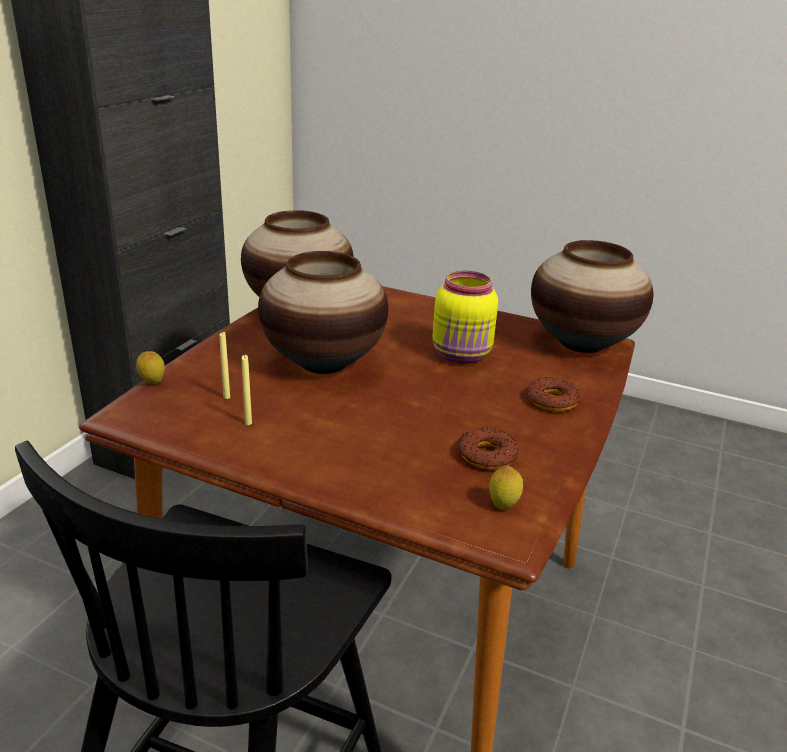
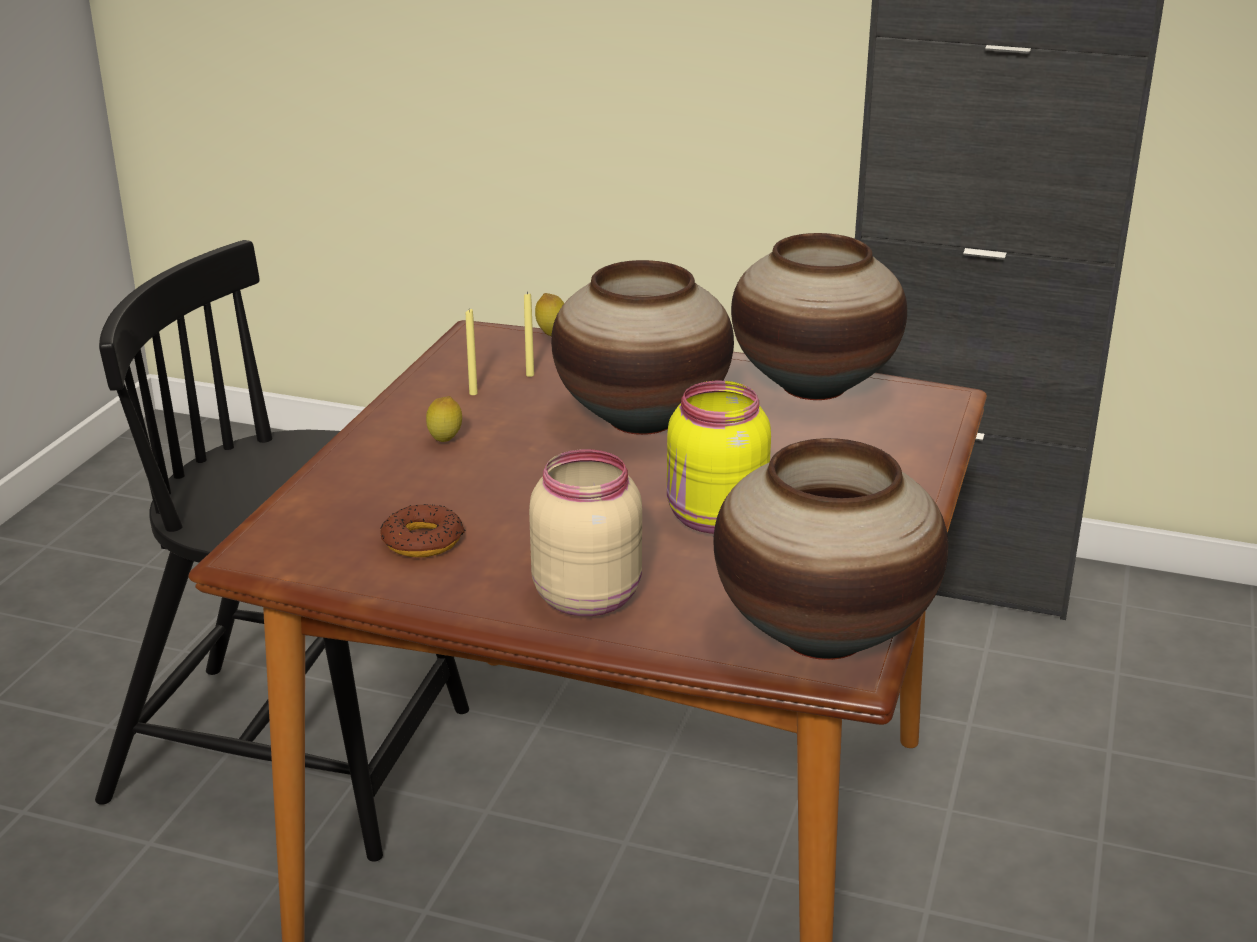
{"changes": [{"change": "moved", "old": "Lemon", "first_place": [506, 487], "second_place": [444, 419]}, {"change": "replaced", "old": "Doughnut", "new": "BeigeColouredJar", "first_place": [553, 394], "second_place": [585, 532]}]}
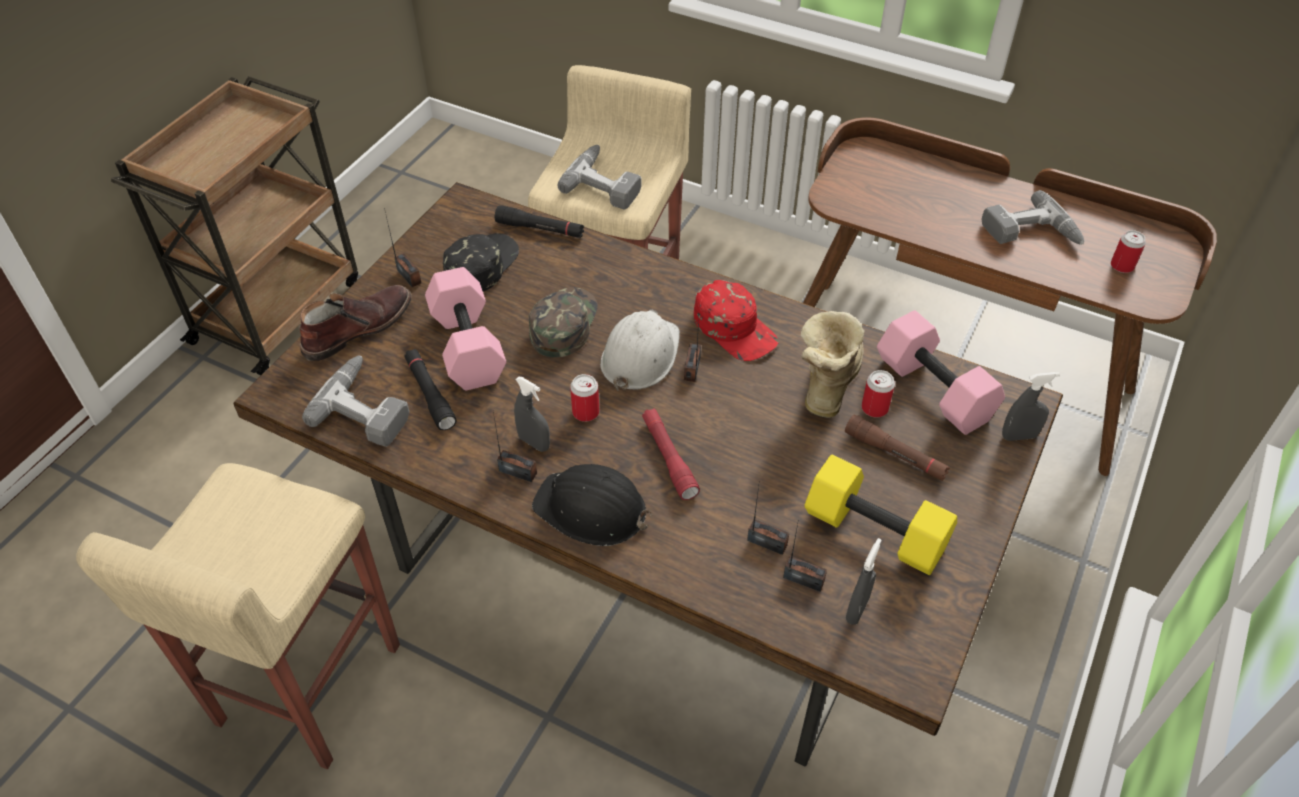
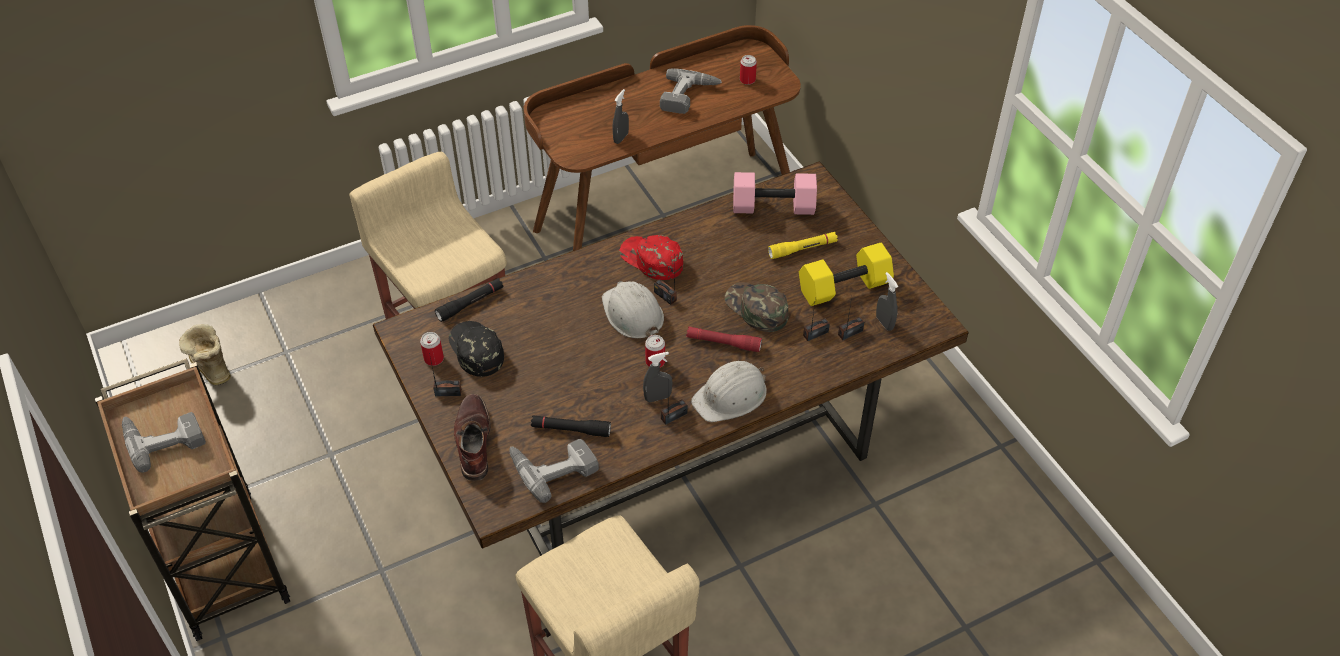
{"changes": [{"change": "moved", "old": "PowerDrill", "first_place": [599, 177], "second_place": [164, 442]}, {"change": "moved", "old": "Boot", "first_place": [833, 364], "second_place": [205, 354]}, {"change": "moved", "old": "MetalCan", "first_place": [878, 394], "second_place": [432, 349]}, {"change": "moved", "old": "GraySprayer", "first_place": [1031, 406], "second_place": [620, 116]}, {"change": "turned", "old": "RedPeakedCap", "first_place": [736, 320], "second_place": [651, 257], "degrees": -135}, {"change": "recoloured", "old": "BlackHardHat", "new": "WhiteHardHat", "first_place": [592, 505], "second_place": [729, 391]}, {"change": "moved", "old": "GreenColouredPeakedCap", "first_place": [563, 322], "second_place": [757, 307]}, {"change": "recoloured", "old": "BrownishHandTorch", "new": "YellowishHandTorch", "first_place": [897, 448], "second_place": [803, 245]}, {"change": "removed", "old": "PinkColouredFreeWeight", "first_place": [465, 328]}]}
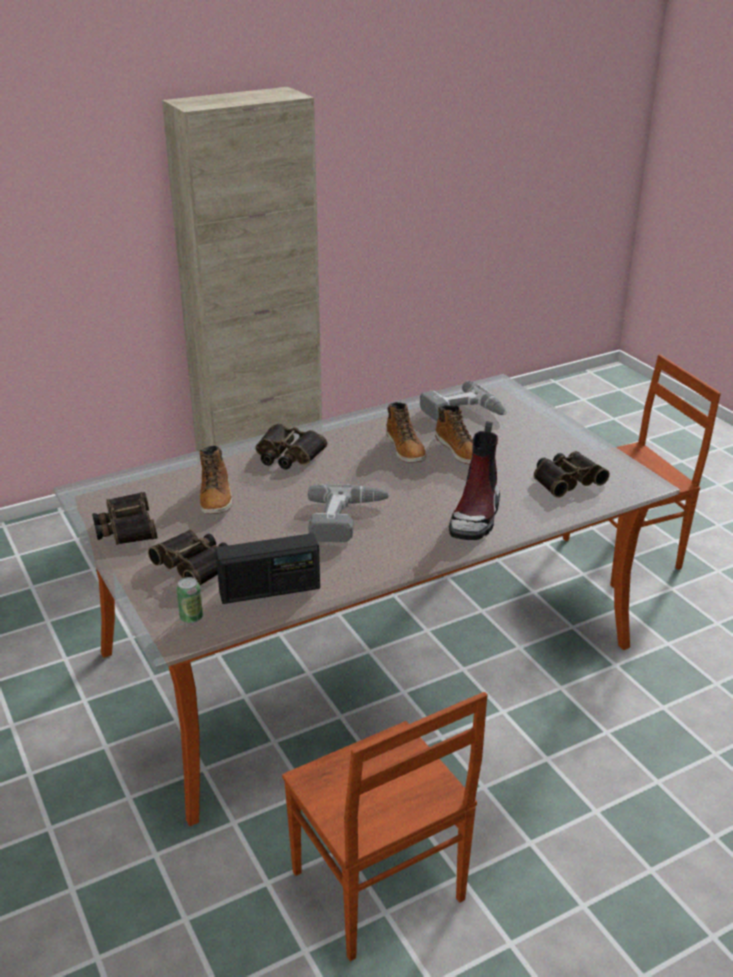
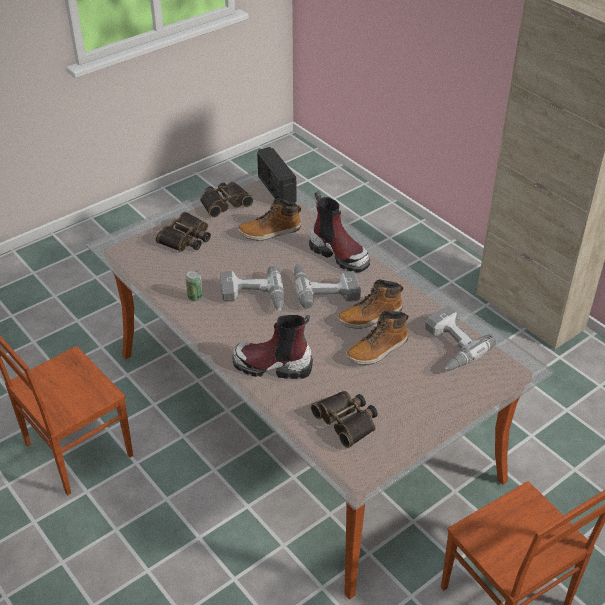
{"changes": [{"change": "moved", "old": "MetalCan", "first_place": [189, 600], "second_place": [194, 286]}, {"change": "moved", "old": "RadioSet", "first_place": [267, 568], "second_place": [276, 175]}, {"change": "added", "new": "PowerDrill", "second_place": [327, 286]}, {"change": "replaced", "old": "PairOfBinoculars", "new": "Boot", "first_place": [291, 447], "second_place": [339, 232]}]}
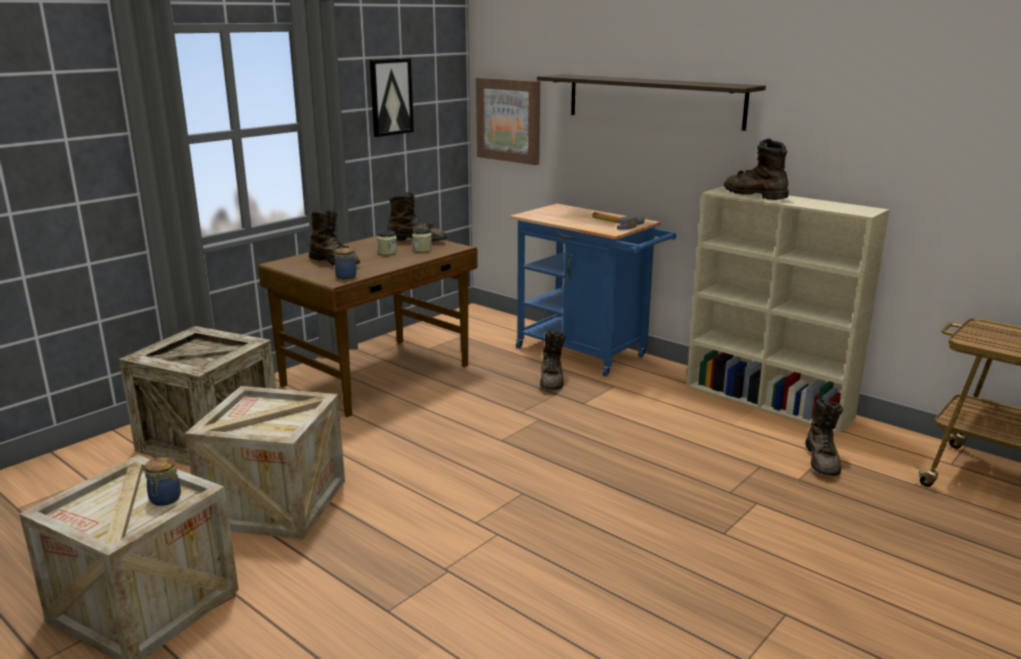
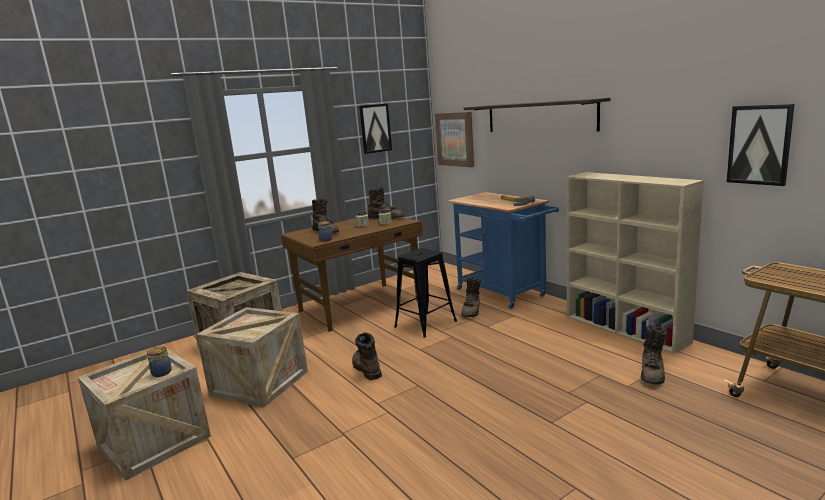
{"changes": [{"change": "moved", "old": "BrownishBoot", "first_place": [756, 169], "second_place": [367, 356]}, {"change": "added", "new": "BlackSittingStool", "second_place": [425, 293]}, {"change": "added", "new": "WallArt", "second_place": [760, 145]}]}
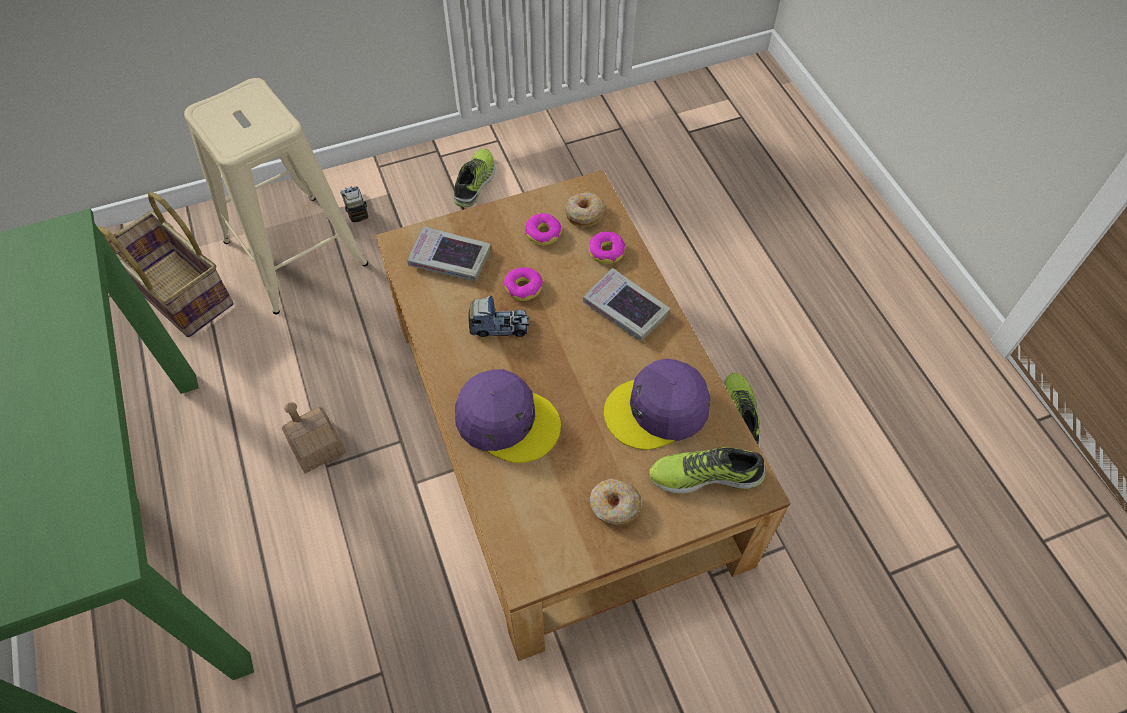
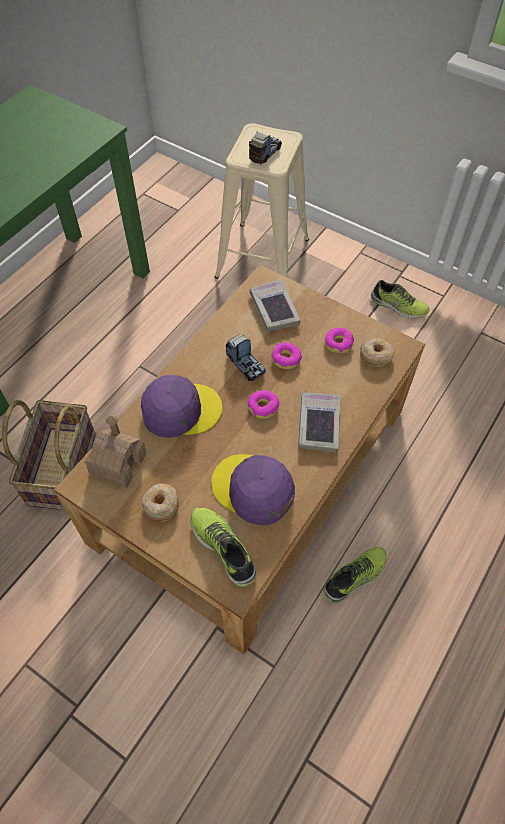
{"changes": [{"change": "moved", "old": "Basket", "first_place": [165, 264], "second_place": [49, 455]}, {"change": "moved", "old": "ToyHouse", "first_place": [313, 438], "second_place": [116, 451]}, {"change": "turned", "old": "PurpleColouredPeakedCap", "first_place": [508, 416], "second_place": [181, 406], "degrees": -90}, {"change": "moved", "old": "Doughnut", "first_place": [607, 247], "second_place": [264, 404]}, {"change": "moved", "old": "ToyTruck", "first_place": [354, 204], "second_place": [265, 147]}, {"change": "turned", "old": "LowShoe", "first_place": [474, 178], "second_place": [400, 299], "degrees": 45}]}
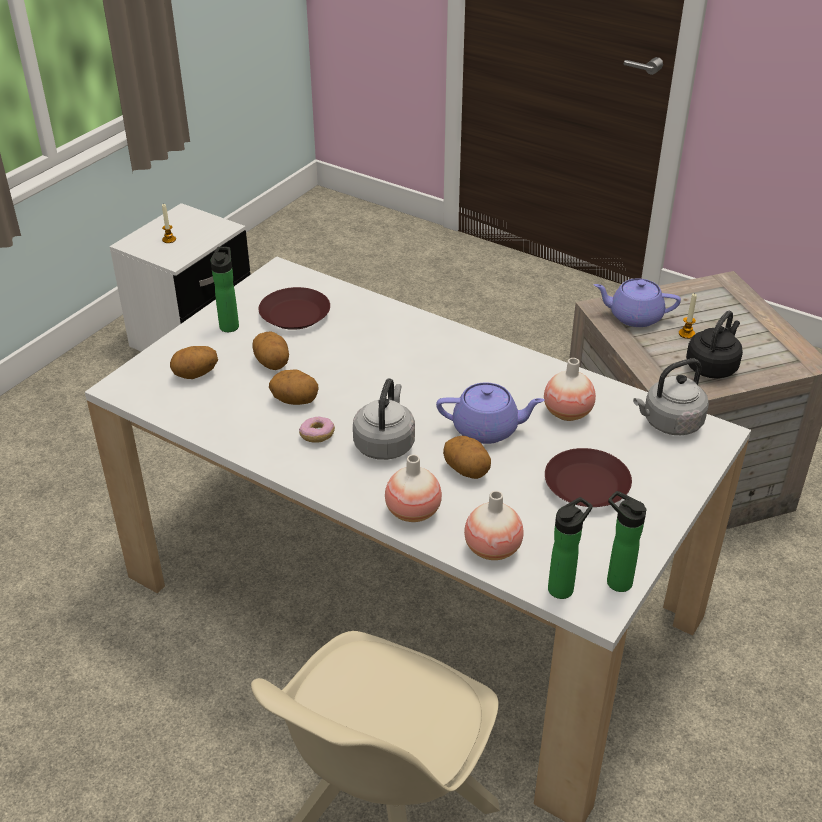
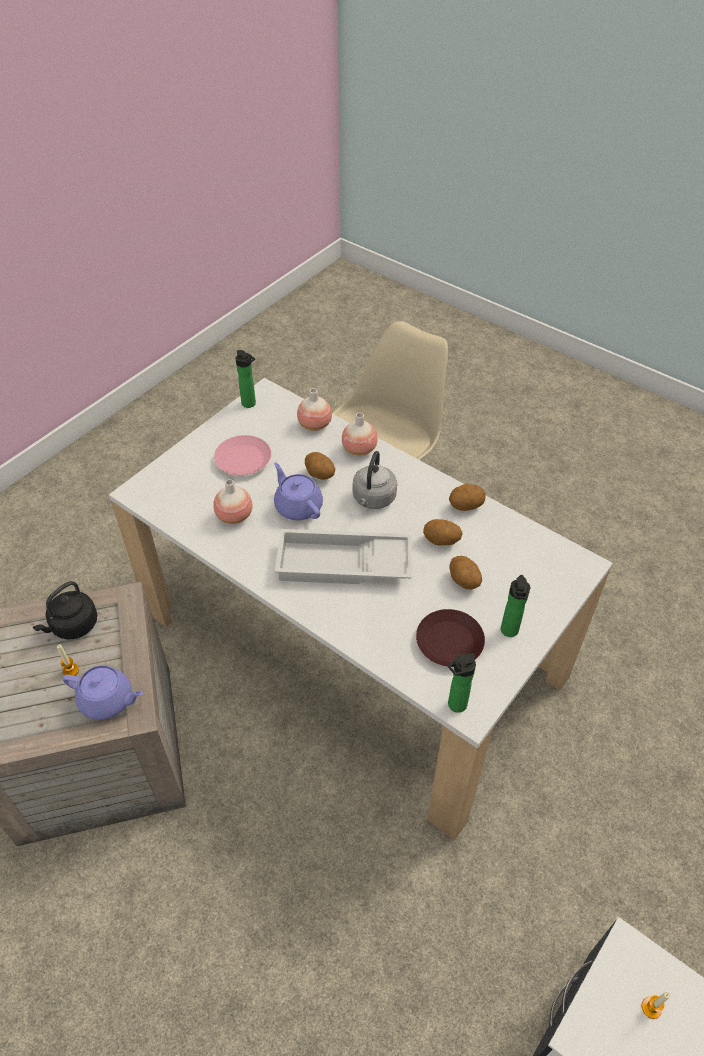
{"changes": [{"change": "recoloured", "old": "BrownishPlate", "new": "PinkColouredPlate", "first_place": [588, 477], "second_place": [242, 455]}, {"change": "turned", "old": "PurpleColouredPotForTea", "first_place": [490, 413], "second_place": [298, 491], "degrees": 45}, {"change": "added", "new": "WhiteCarryingTray", "second_place": [343, 556]}, {"change": "moved", "old": "DrinkBottle", "first_place": [570, 548], "second_place": [462, 683]}, {"change": "moved", "old": "Spud", "first_place": [194, 362], "second_place": [467, 497]}, {"change": "removed", "old": "Doughnut", "first_place": [317, 430]}, {"change": "removed", "old": "GrayWaterKettle", "first_place": [671, 397]}]}
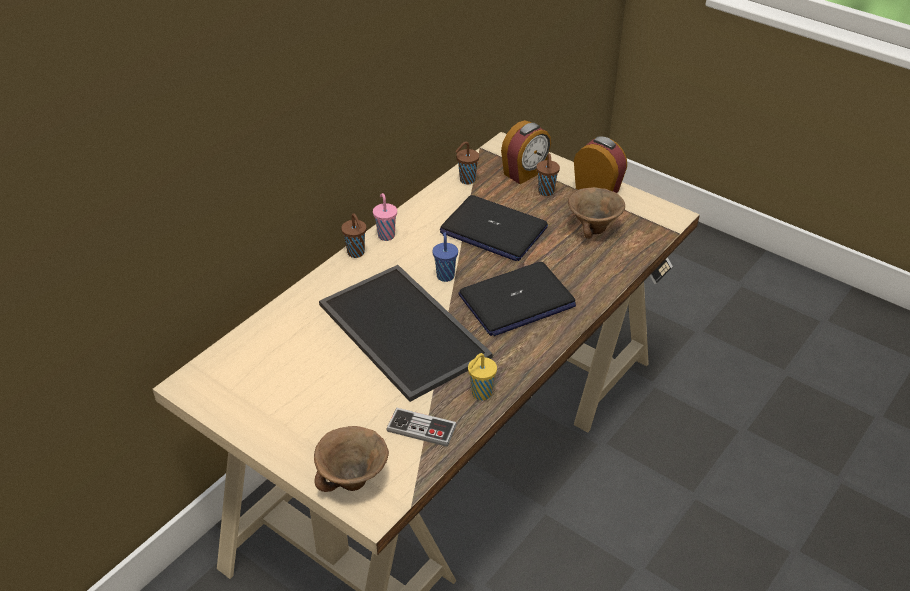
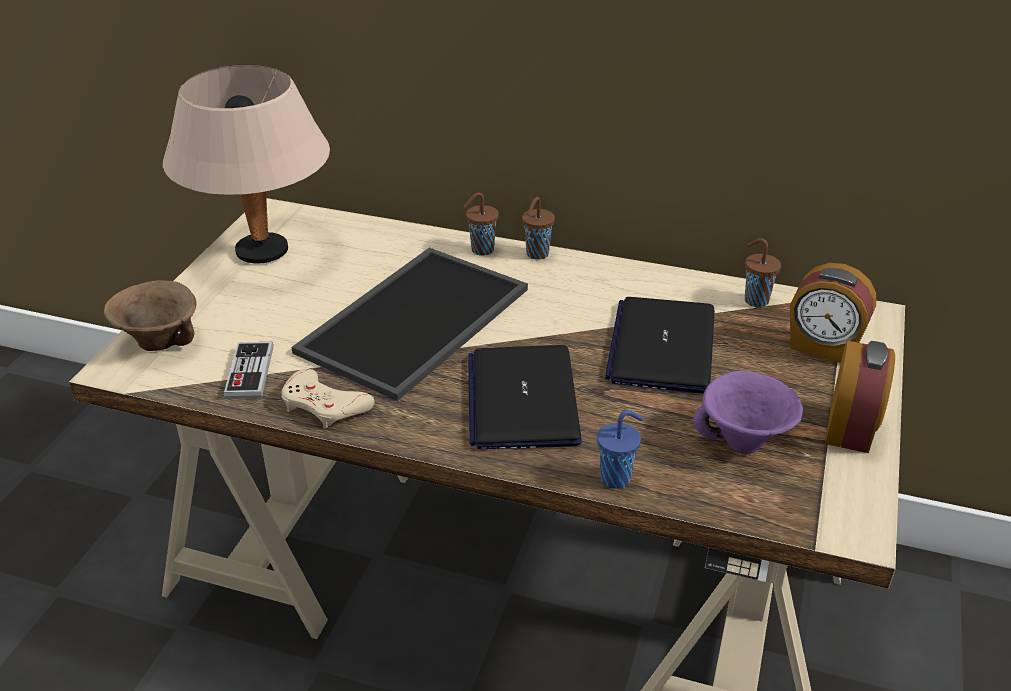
{"changes": [{"change": "added", "new": "BeigeColouredTableLamp", "second_place": [246, 164]}, {"change": "replaced", "old": "YellowishCup", "new": "BeigeColouredGamepad", "first_place": [482, 377], "second_place": [327, 399]}, {"change": "moved", "old": "BrownishCup", "first_place": [548, 174], "second_place": [481, 224]}, {"change": "turned", "old": "PortableComputer", "first_place": [517, 299], "second_place": [525, 397], "degrees": 45}, {"change": "moved", "old": "BlueColouredCup", "first_place": [445, 257], "second_place": [620, 449]}, {"change": "recoloured", "old": "BrownishDeepDish", "new": "PurpleColouredDeepDish", "first_place": [596, 213], "second_place": [748, 412]}, {"change": "removed", "old": "PinkColouredCup", "first_place": [385, 217]}]}
